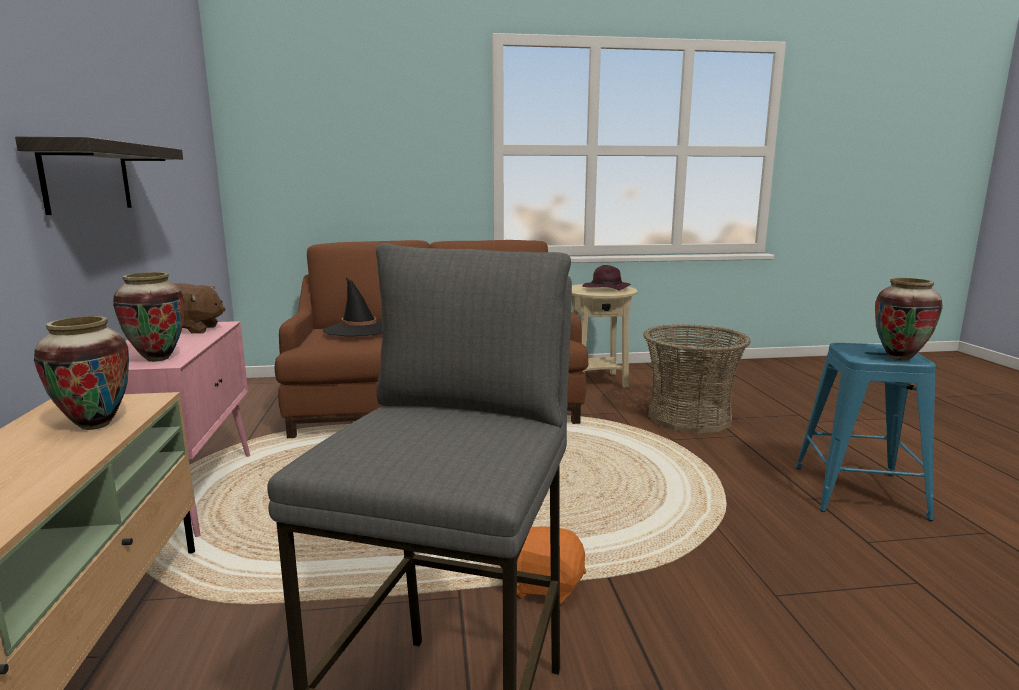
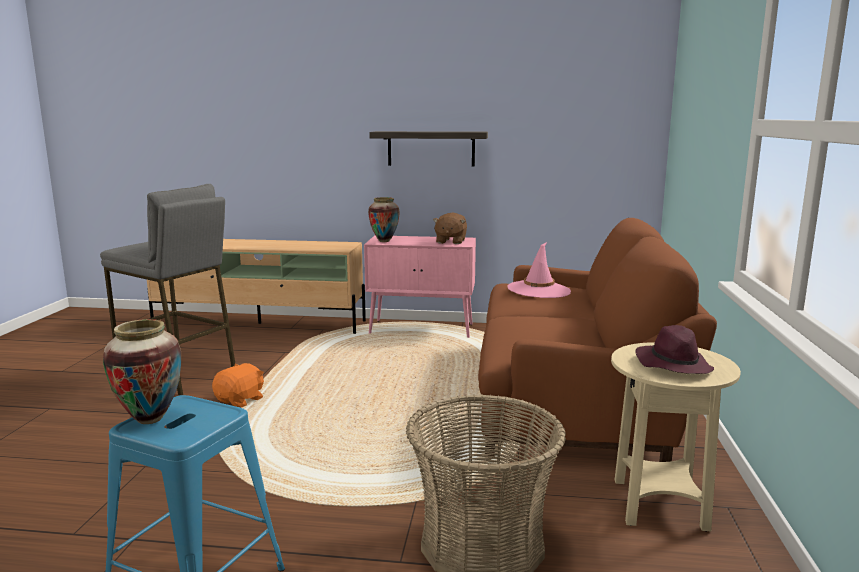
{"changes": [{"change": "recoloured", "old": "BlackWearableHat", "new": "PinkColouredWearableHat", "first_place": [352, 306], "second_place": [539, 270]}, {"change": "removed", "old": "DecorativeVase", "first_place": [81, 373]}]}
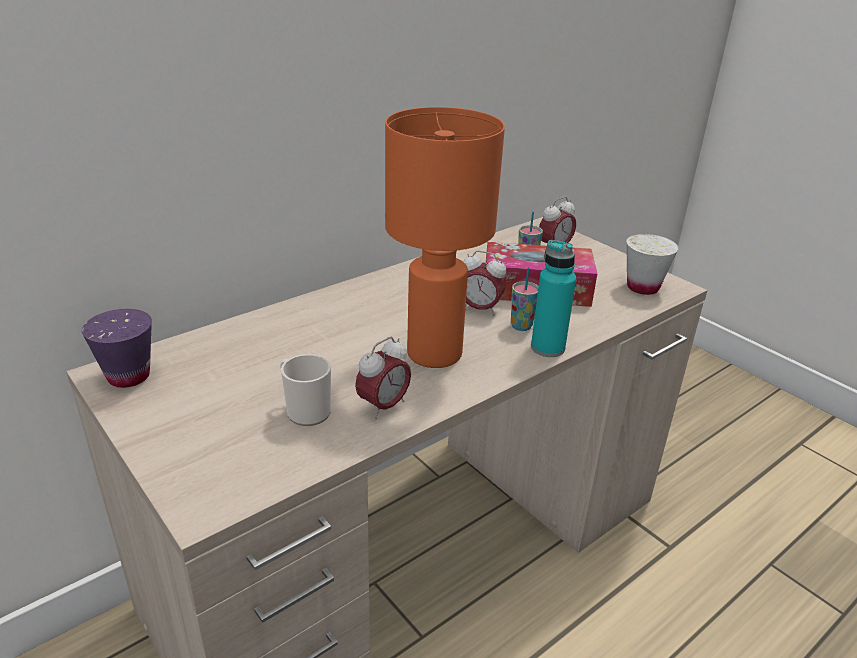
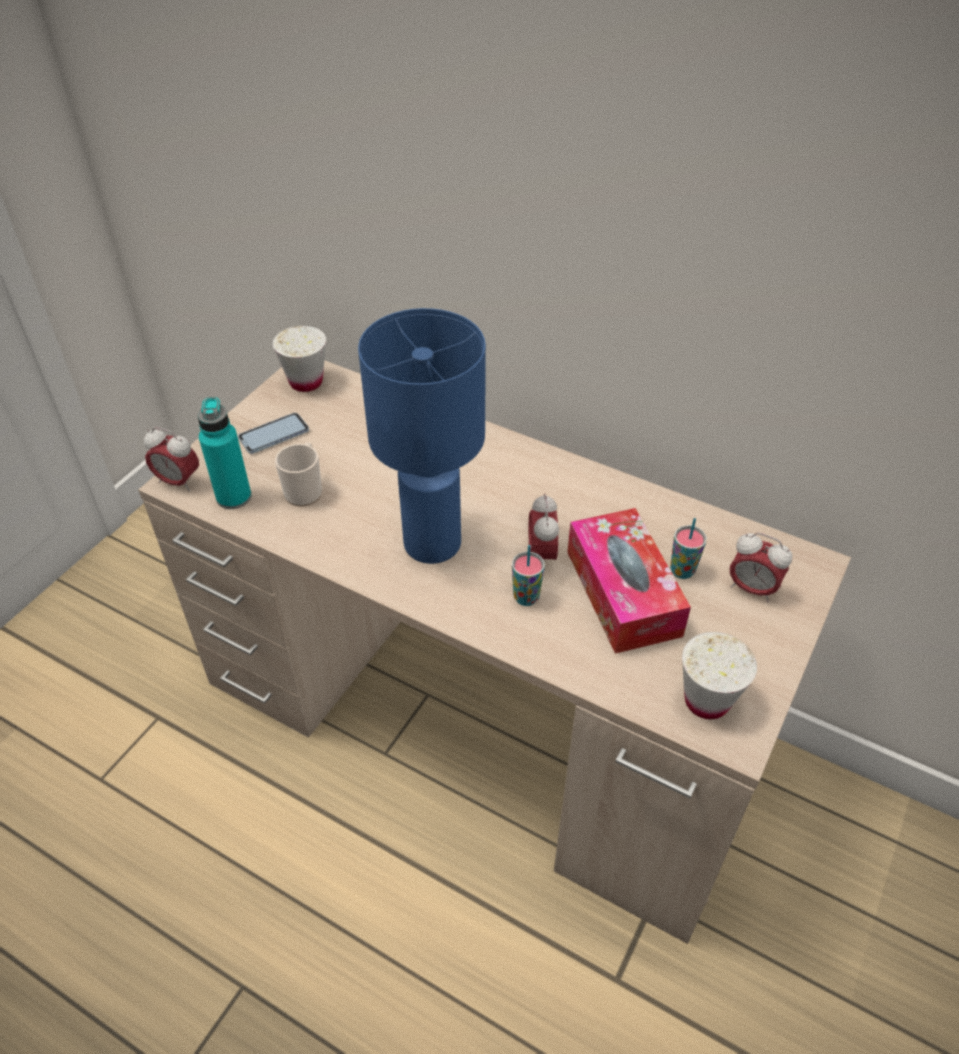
{"changes": [{"change": "moved", "old": "AlarmClock", "first_place": [383, 378], "second_place": [171, 459]}, {"change": "moved", "old": "BlueGreenDrinkBottle", "first_place": [553, 298], "second_place": [224, 453]}, {"change": "added", "new": "Phone", "second_place": [273, 433]}, {"change": "recoloured", "old": "PurpleColouredCup", "new": "WhiteCup", "first_place": [117, 348], "second_place": [299, 359]}, {"change": "recoloured", "old": "OrangeColouredTableLamp", "new": "BlueColouredTableLamp", "first_place": [445, 237], "second_place": [422, 436]}]}
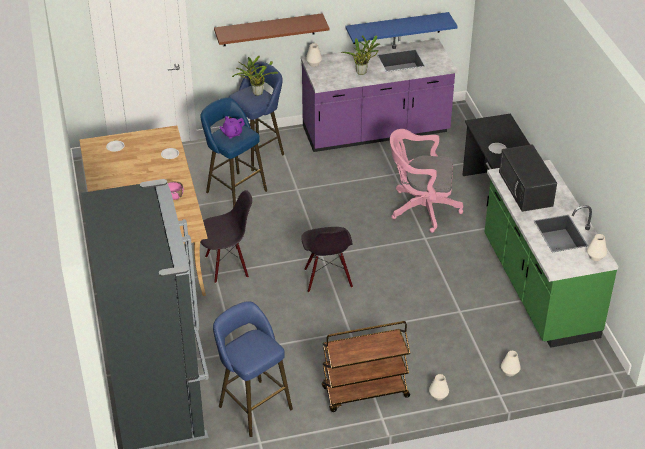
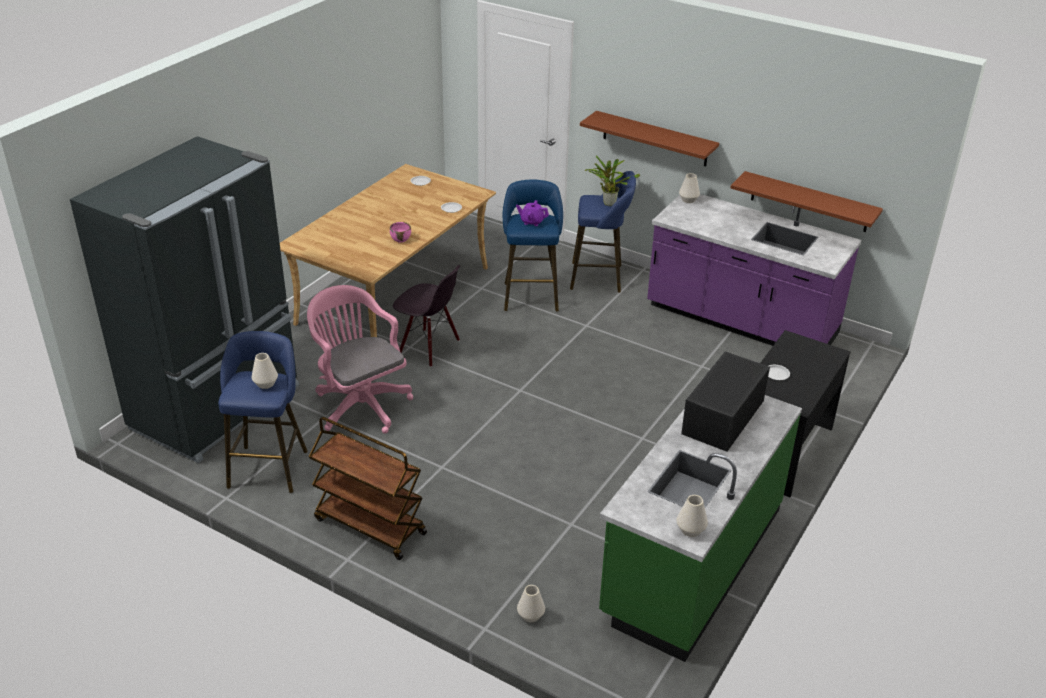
{"changes": [{"change": "moved", "old": "WhiteDecorativeVase", "first_place": [439, 387], "second_place": [264, 371]}, {"change": "moved", "old": "PinkColouredOfficeChair", "first_place": [426, 181], "second_place": [360, 359]}, {"change": "recoloured", "old": "BlueColouredWallShelf", "new": "BrownishWallShelf", "first_place": [402, 28], "second_place": [807, 201]}, {"change": "removed", "old": "BlackChair", "first_place": [327, 260]}, {"change": "removed", "old": "Houseplant", "first_place": [360, 55]}]}
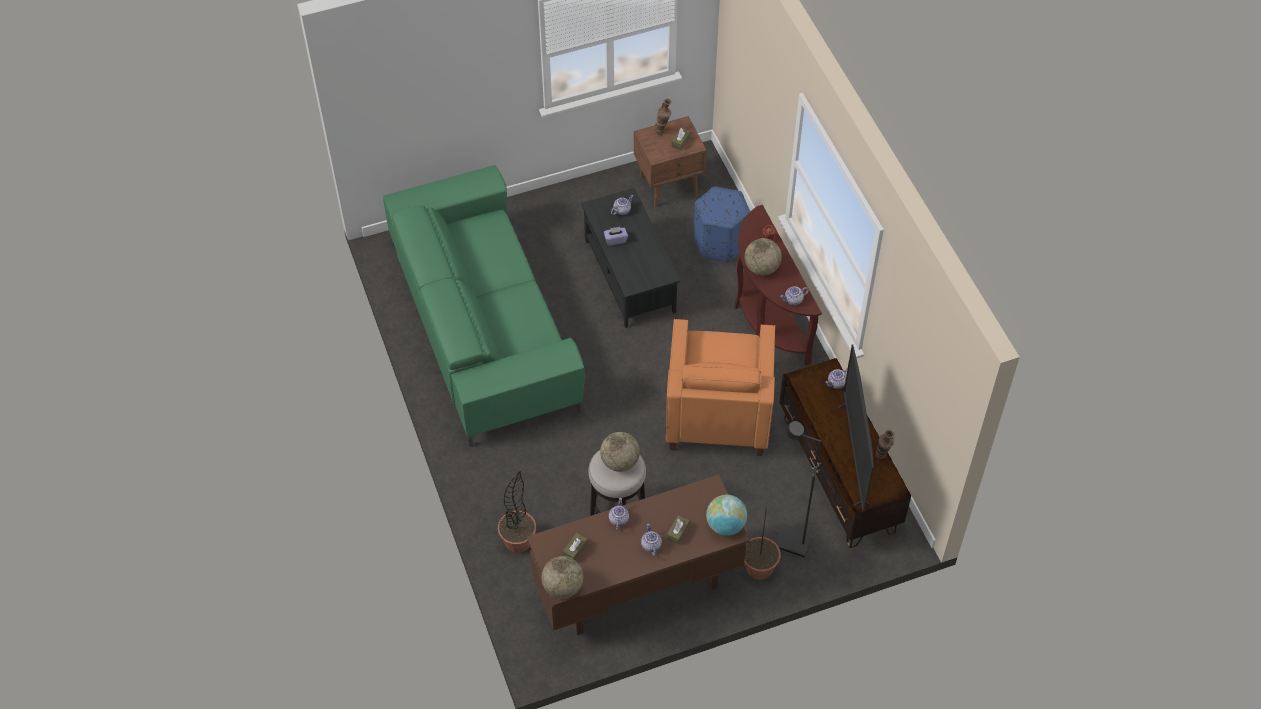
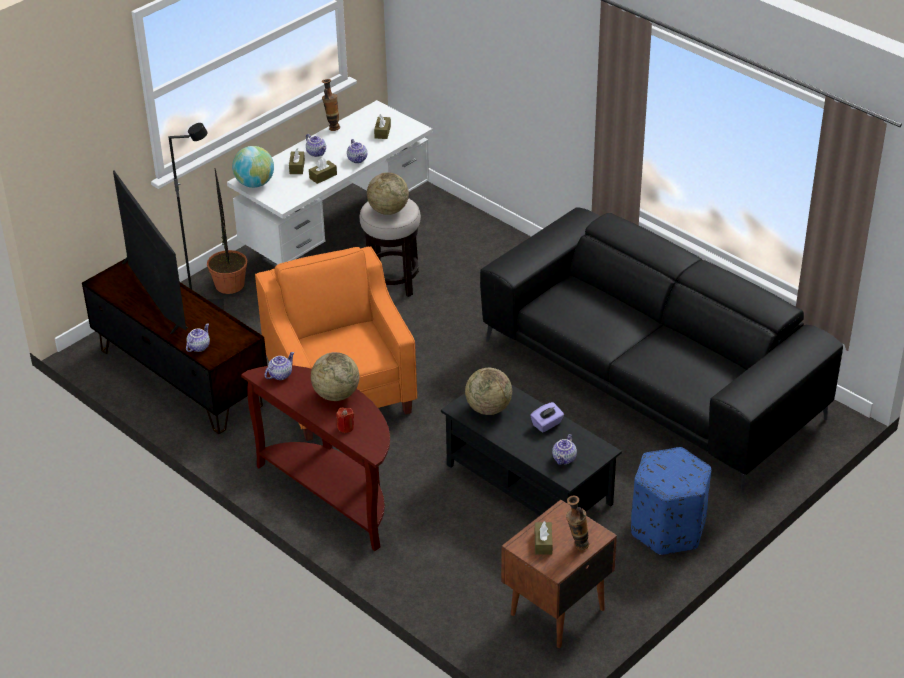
{"changes": [{"change": "recoloured", "old": "BrownishDeskTable", "new": "WhiteDeskTable", "first_place": [638, 555], "second_place": [329, 183]}, {"change": "added", "new": "BrownishTissueHolder", "second_place": [323, 171]}, {"change": "moved", "old": "DecorativeVase", "first_place": [884, 444], "second_place": [331, 105]}, {"change": "moved", "old": "WorldGlobe", "first_place": [562, 577], "second_place": [488, 391]}, {"change": "recoloured", "old": "GreenColouredSofa", "new": "BlackSofa", "first_place": [484, 306], "second_place": [661, 350]}, {"change": "moved", "old": "BlueColouredPouffe", "first_place": [722, 224], "second_place": [671, 501]}, {"change": "removed", "old": "Houseplant", "first_place": [517, 512]}]}
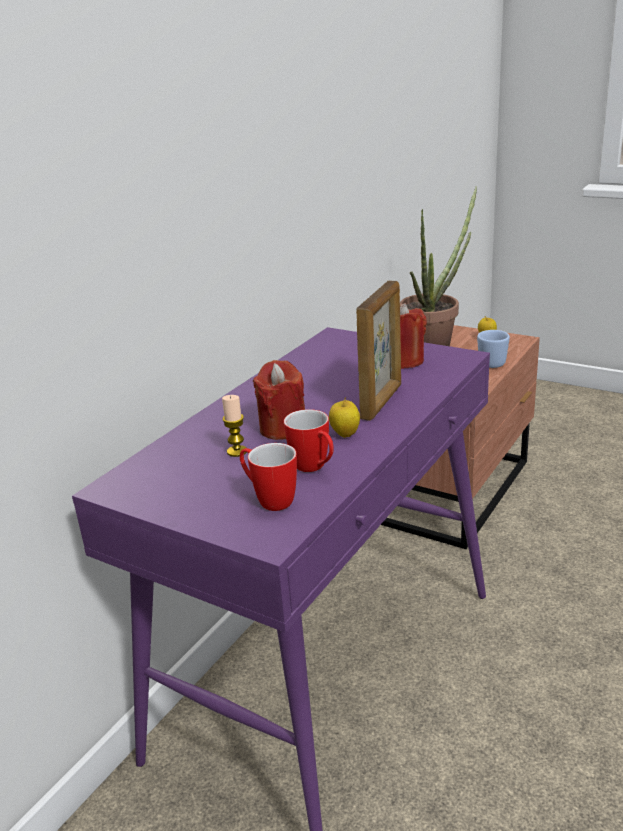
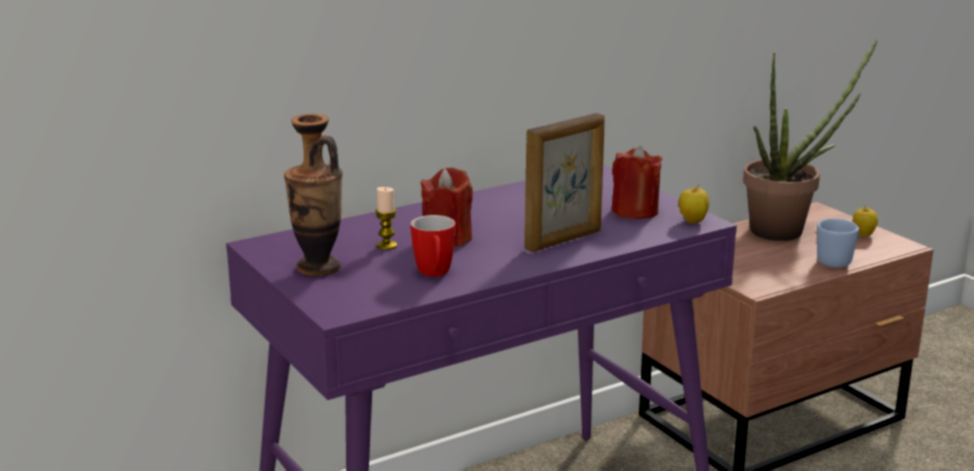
{"changes": [{"change": "added", "new": "DecorativeVase", "second_place": [313, 195]}, {"change": "moved", "old": "AppleFruit", "first_place": [344, 417], "second_place": [694, 204]}, {"change": "removed", "old": "CoffeeMug", "first_place": [268, 477]}]}
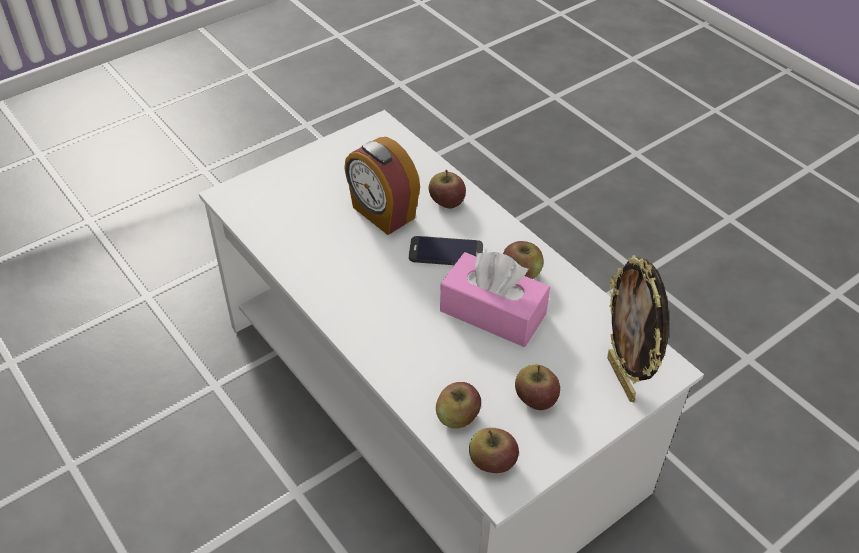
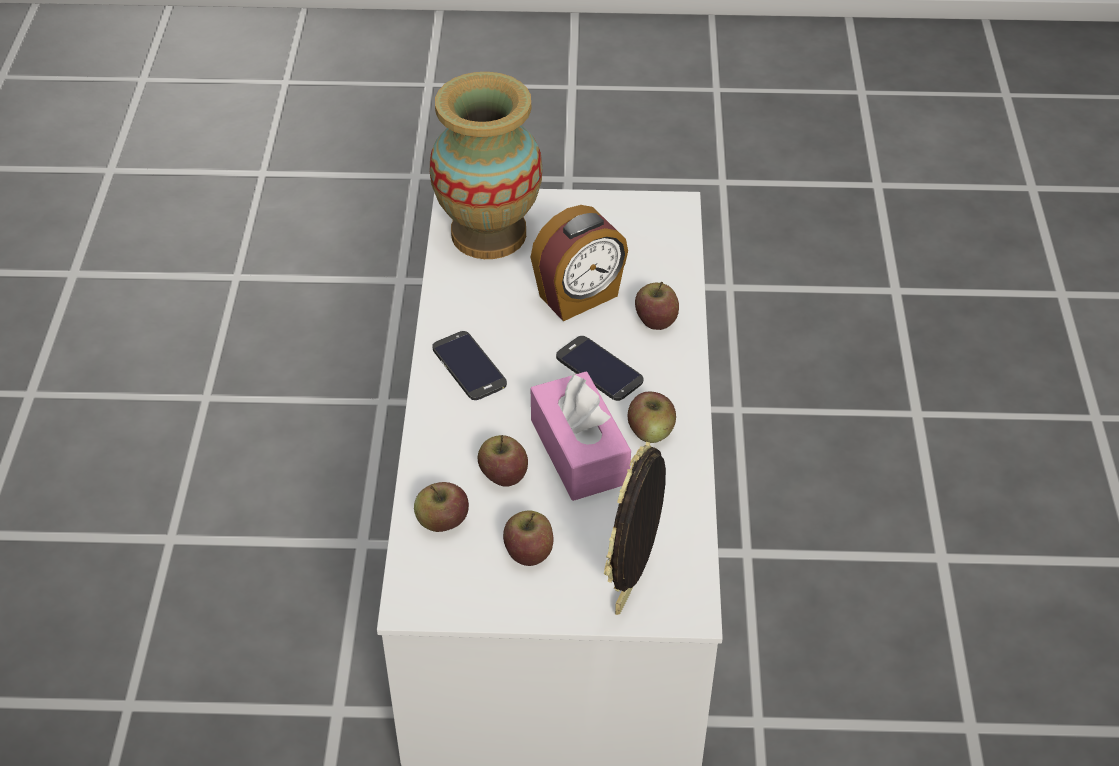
{"changes": [{"change": "added", "new": "DecorativeVase", "second_place": [486, 165]}, {"change": "added", "new": "Phone", "second_place": [469, 365]}, {"change": "moved", "old": "AppleFruit", "first_place": [494, 450], "second_place": [503, 461]}, {"change": "turned", "old": "AlarmClock", "first_place": [382, 186], "second_place": [579, 263], "degrees": -120}]}
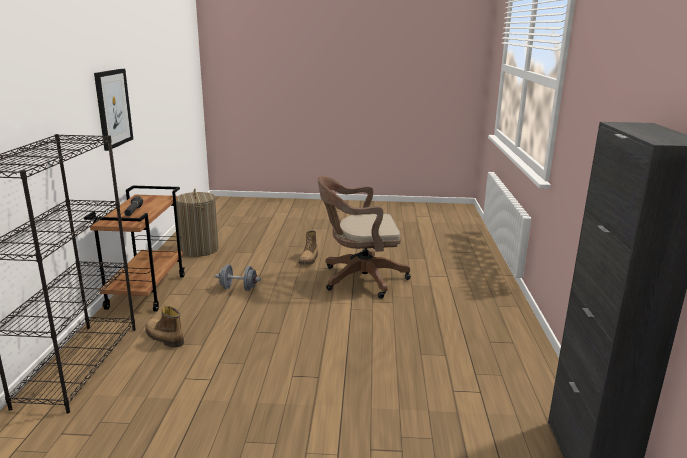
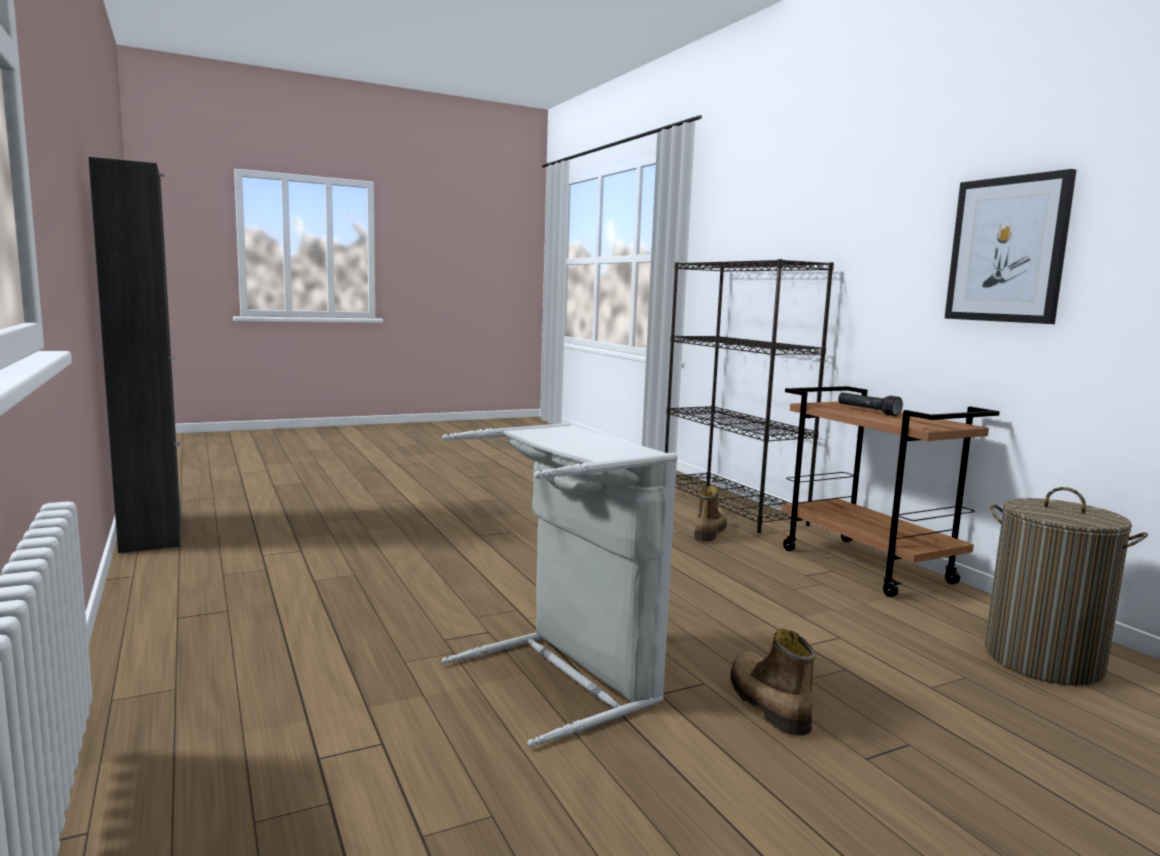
{"changes": [{"change": "replaced", "old": "BrownishOfficeChair", "new": "GrayHamper", "first_place": [364, 237], "second_place": [560, 585]}, {"change": "turned", "old": "Boot", "first_place": [165, 327], "second_place": [710, 514], "degrees": -75}, {"change": "removed", "old": "GrayFreeWeight", "first_place": [238, 277]}]}
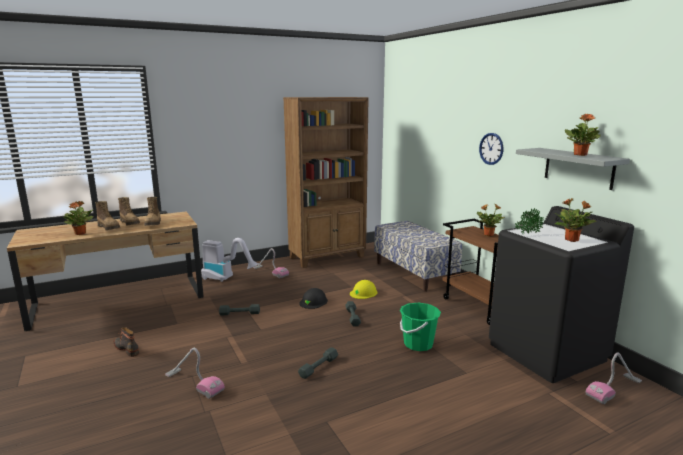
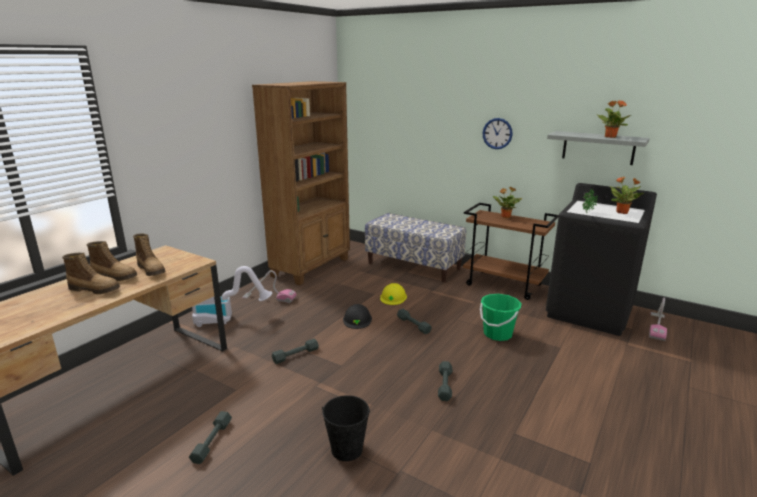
{"changes": [{"change": "replaced", "old": "Boot", "new": "GrayFreeWeight", "first_place": [126, 342], "second_place": [210, 437]}, {"change": "replaced", "old": "Hoover", "new": "BlackBucket", "first_place": [195, 373], "second_place": [346, 428]}, {"change": "removed", "old": "Houseplant", "first_place": [78, 218]}]}
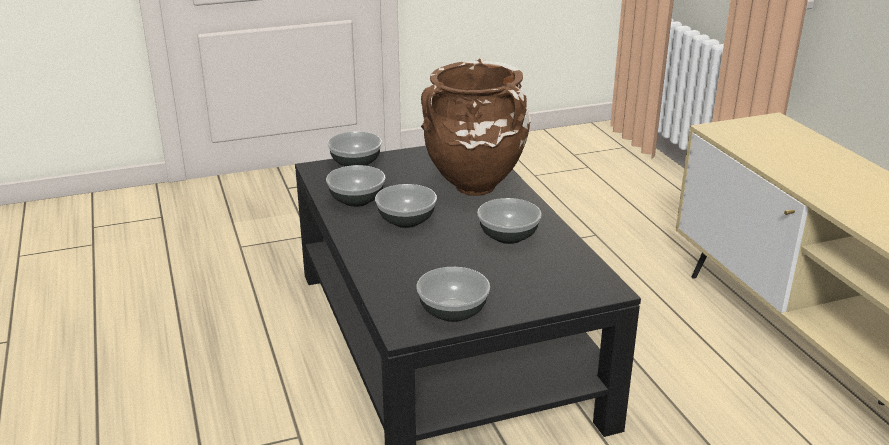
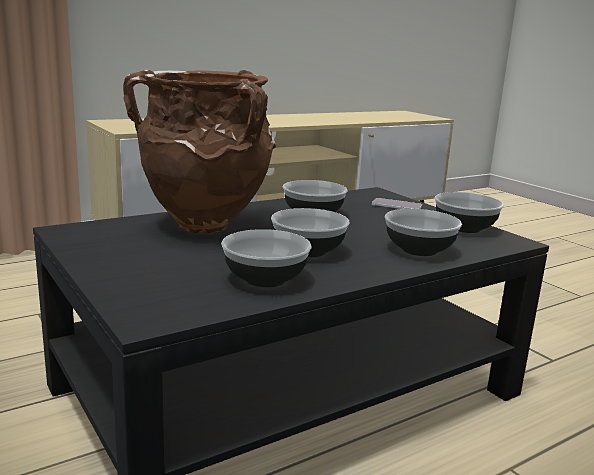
{"changes": [{"change": "added", "new": "Phone", "second_place": [397, 203]}, {"change": "moved", "old": "DeepDish", "first_place": [354, 149], "second_place": [423, 232]}]}
